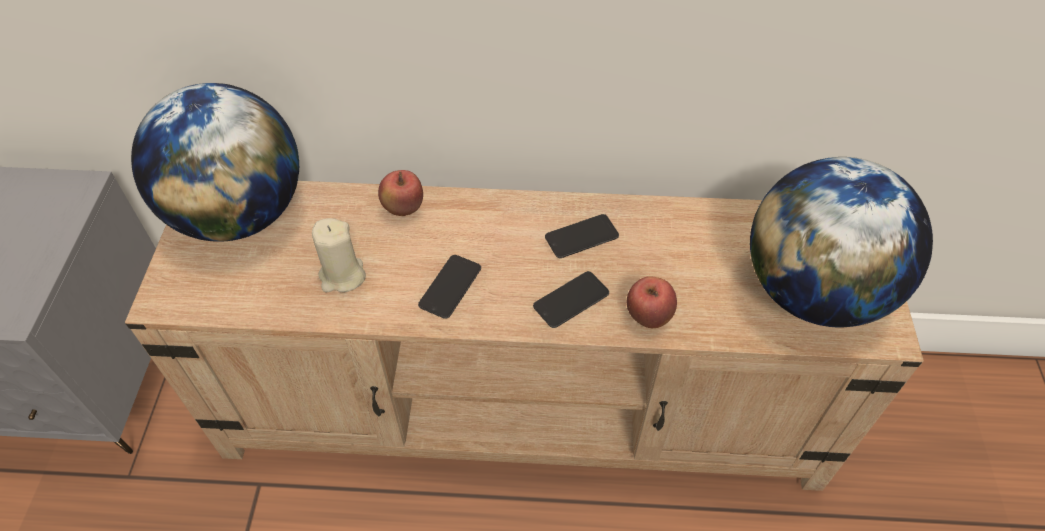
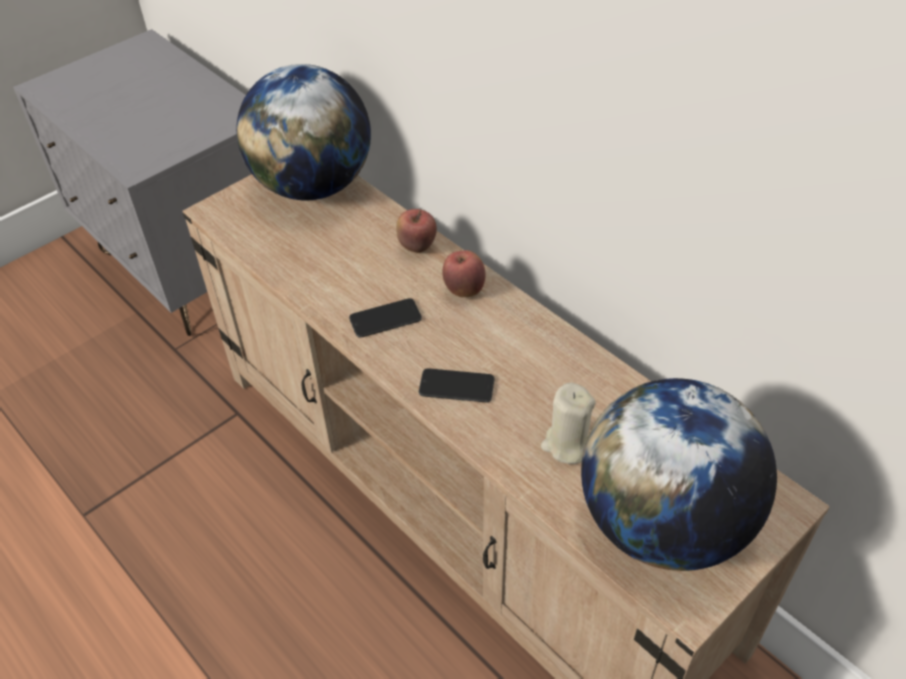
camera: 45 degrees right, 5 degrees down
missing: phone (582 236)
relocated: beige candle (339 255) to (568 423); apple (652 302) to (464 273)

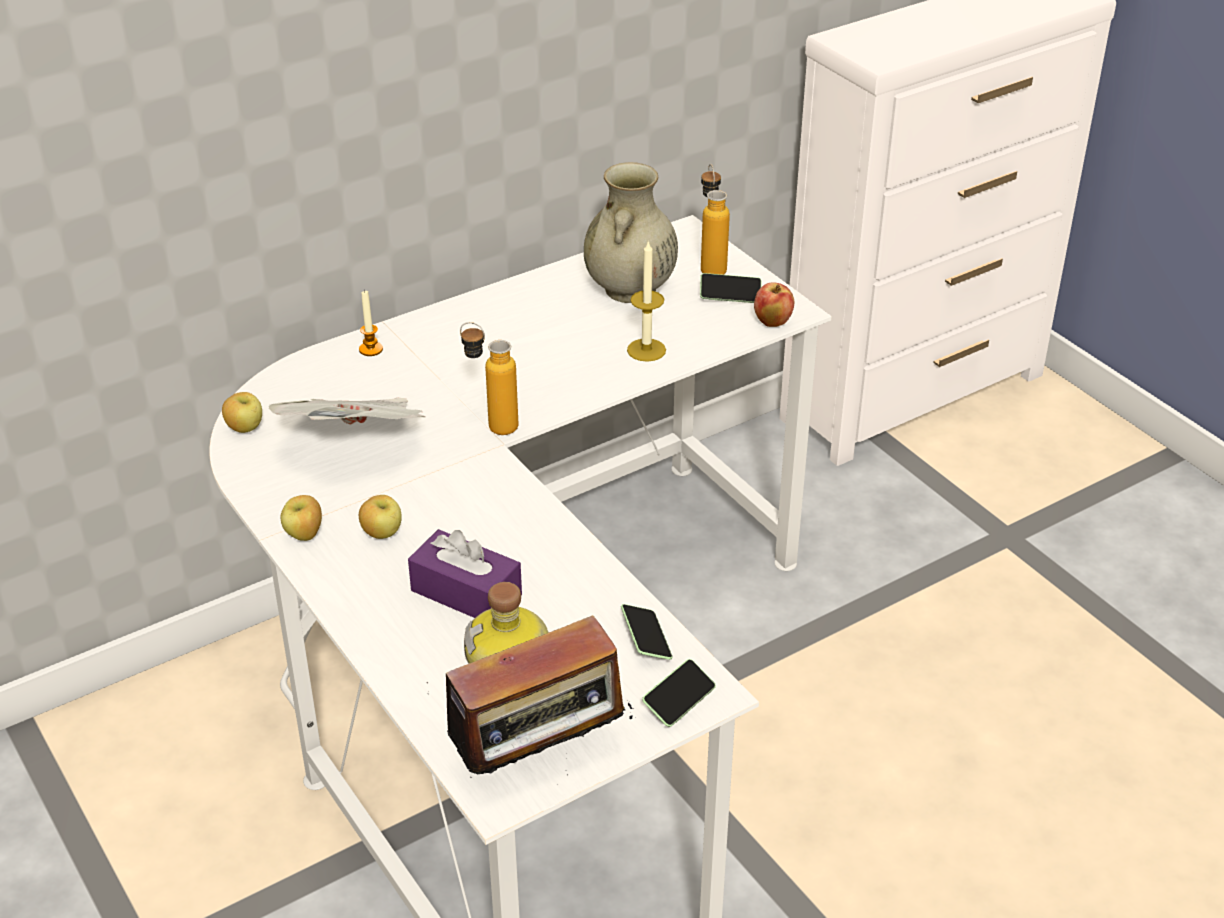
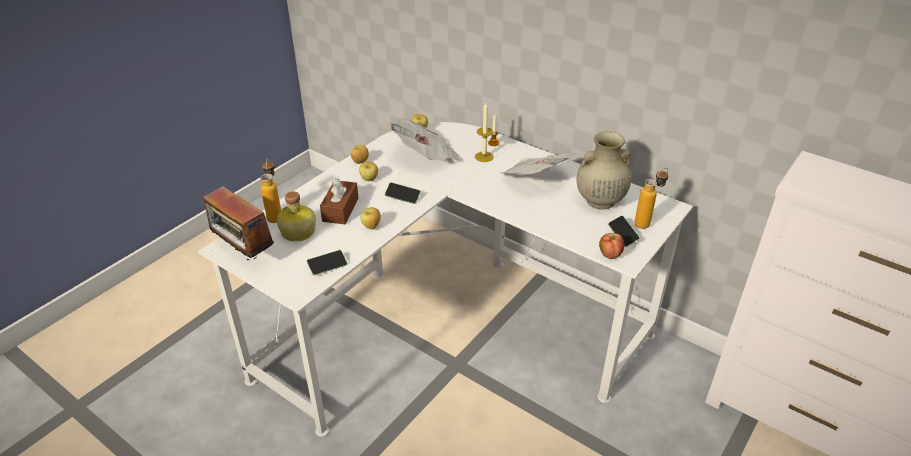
camera: 70 degrees right, 0 degrees up
appeared: apple (371 218); newspaper (538 164)
relocated: bottle (489 378) to (271 190); candle (646 301) to (484 132); phone (679 693) to (403 193)
colour: purple tissue box (465 573) to brown tissue box (339 200)

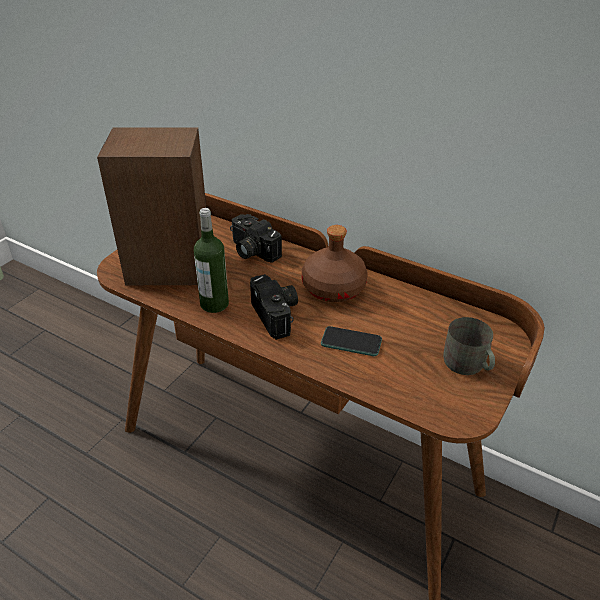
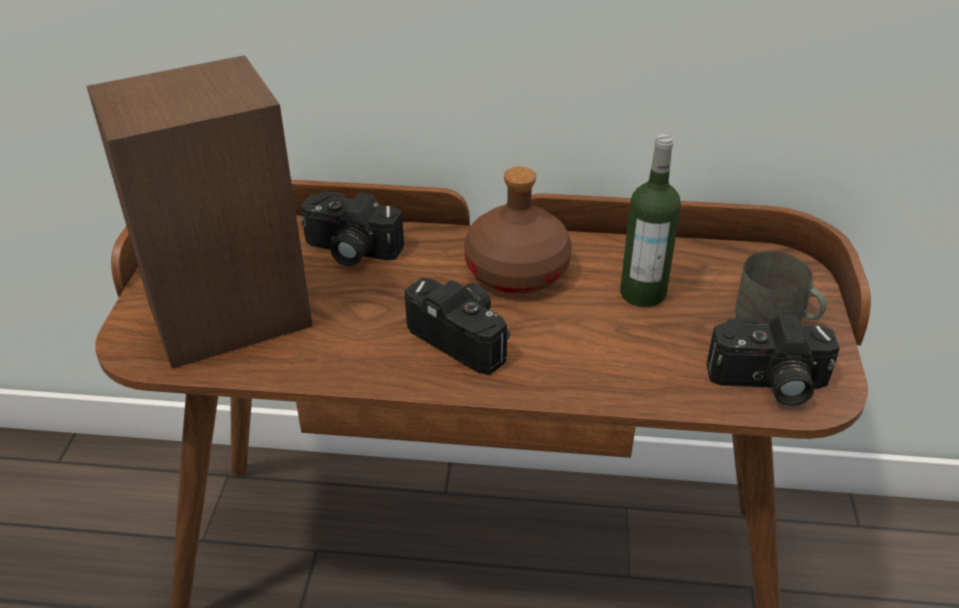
camera: 25 degrees left, 0 degrees up
missing: phone (351 341)
appeared: photo camera (773 360)
relocated: bottle (211 260) to (650 220)

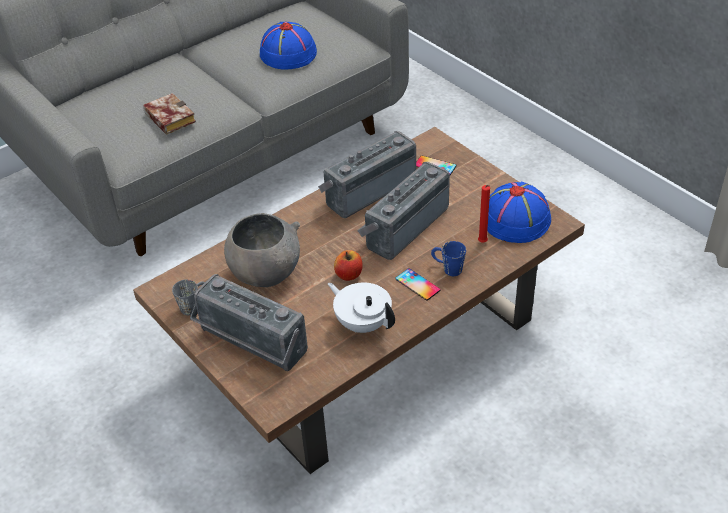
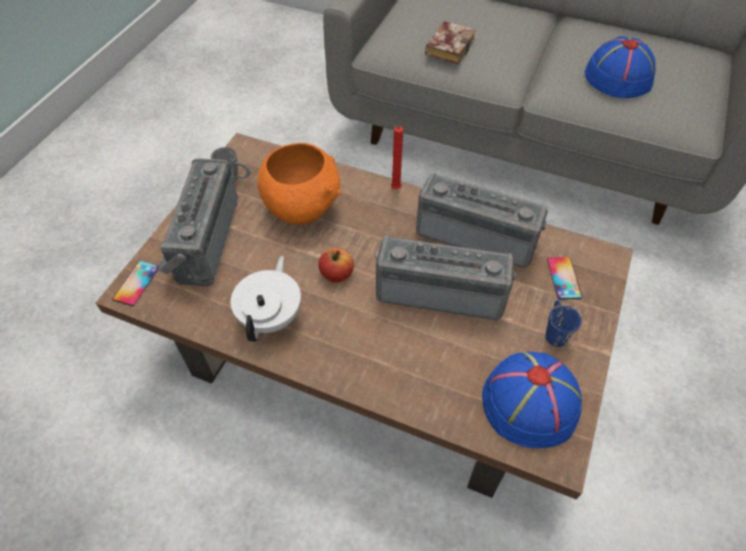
camera: 60 degrees right, 10 degrees up
relocated: phone (418 284) to (136 283); blue mug (448 258) to (563 323); red candle (484 214) to (397 157)
colour: grey bowl (262 250) to orange bowl (299 184)

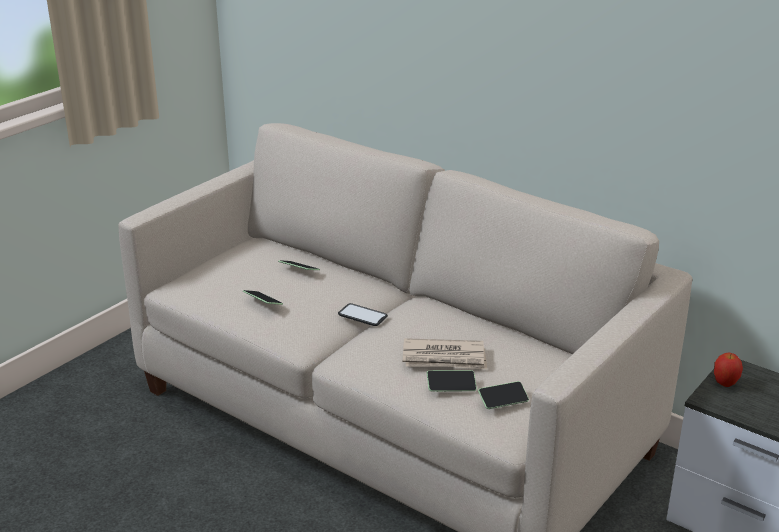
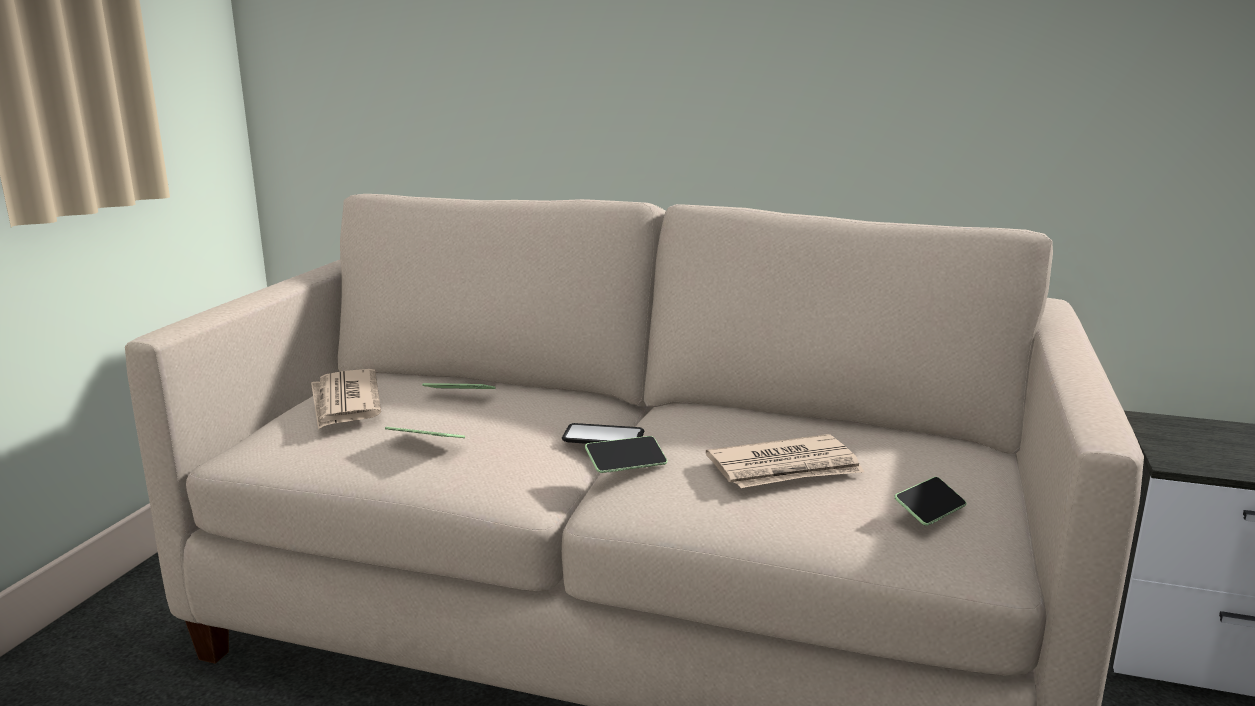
camera: 20 degrees left, 10 degrees down
missing: apple (728 369)
appeared: newspaper (346 399)
relocated: phone (452 381) to (626 454)

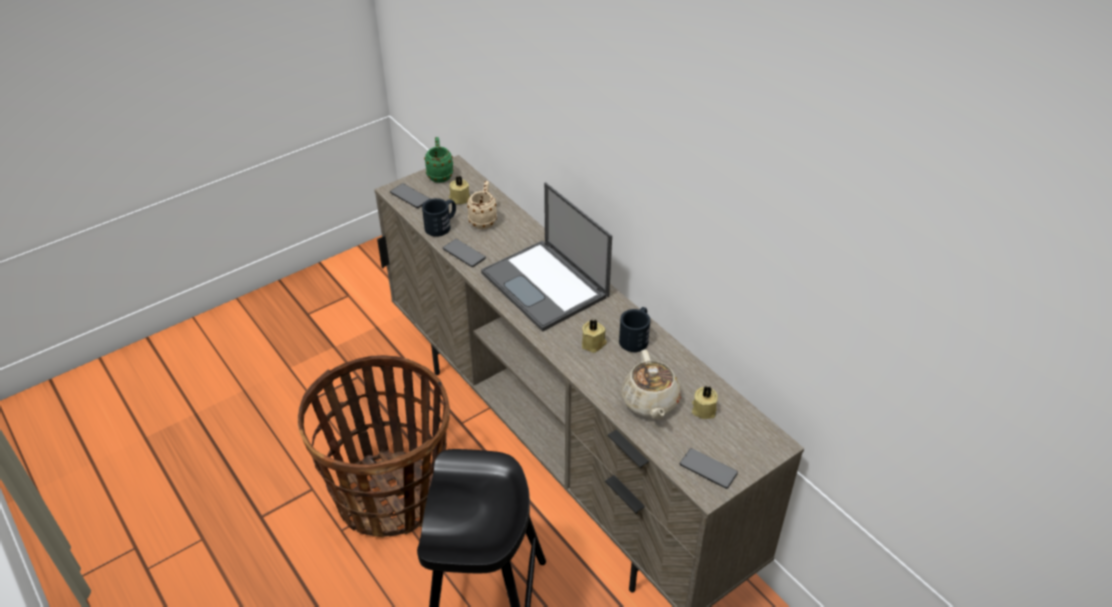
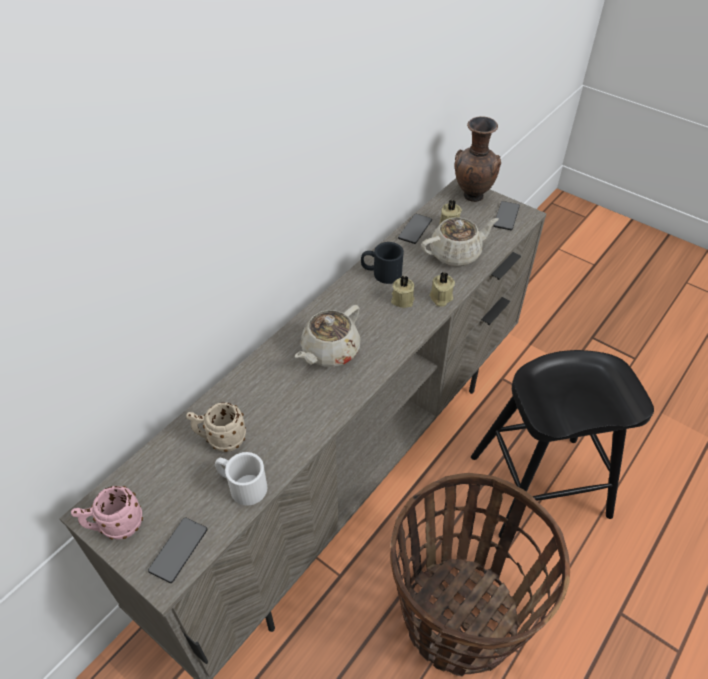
camera: 105 degrees left, 5 degrees up
appeared: brown vase (477 159)
relocated: phone (464 253) to (415 229); beige candle (459 190) to (442 289)
exchanged: laptop (546 257) to beige teapot (327 336)
colour: black mug (439 217) to white mug (241 479); green mug (438 160) to pink mug (107 513)

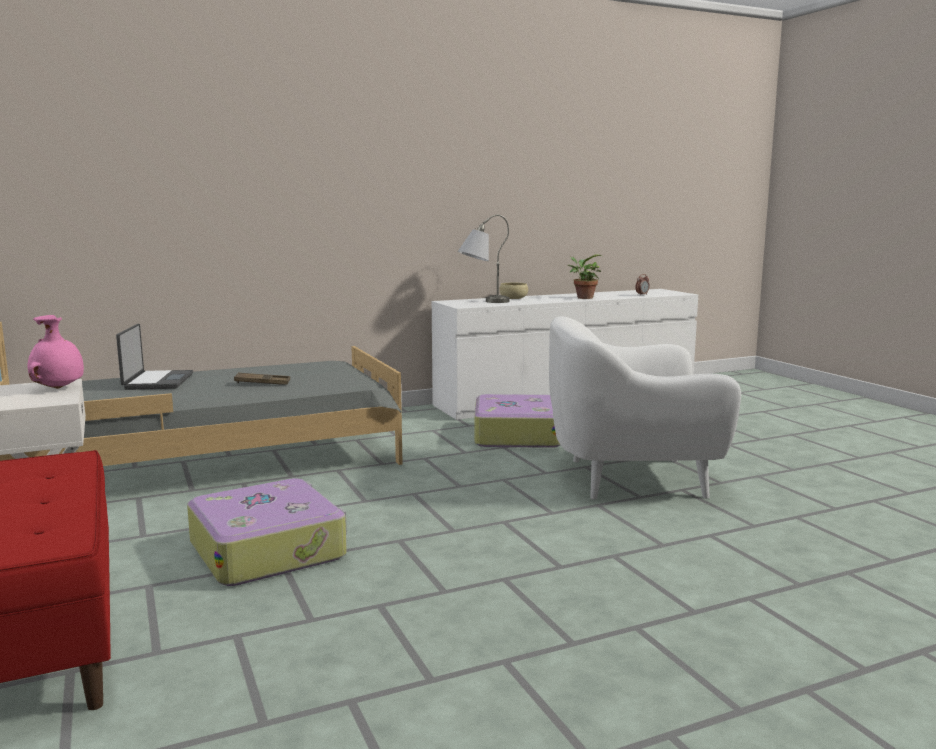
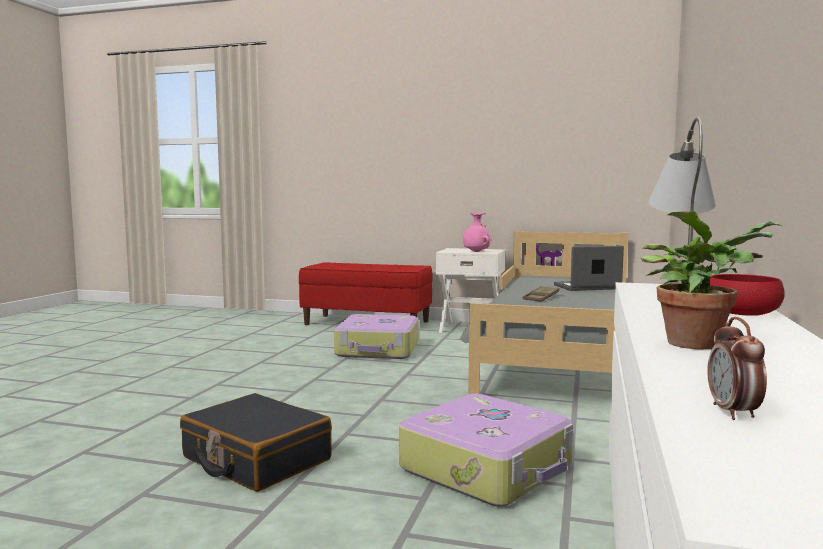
camera: 130 degrees right, 5 degrees down
exchanged: white armchair (645 408) to black suitcase (256 442)
colour: beige bowl (513 291) to red bowl (746 295)
spun: laptop (154 357) = (589 268) 135 degrees clockwise

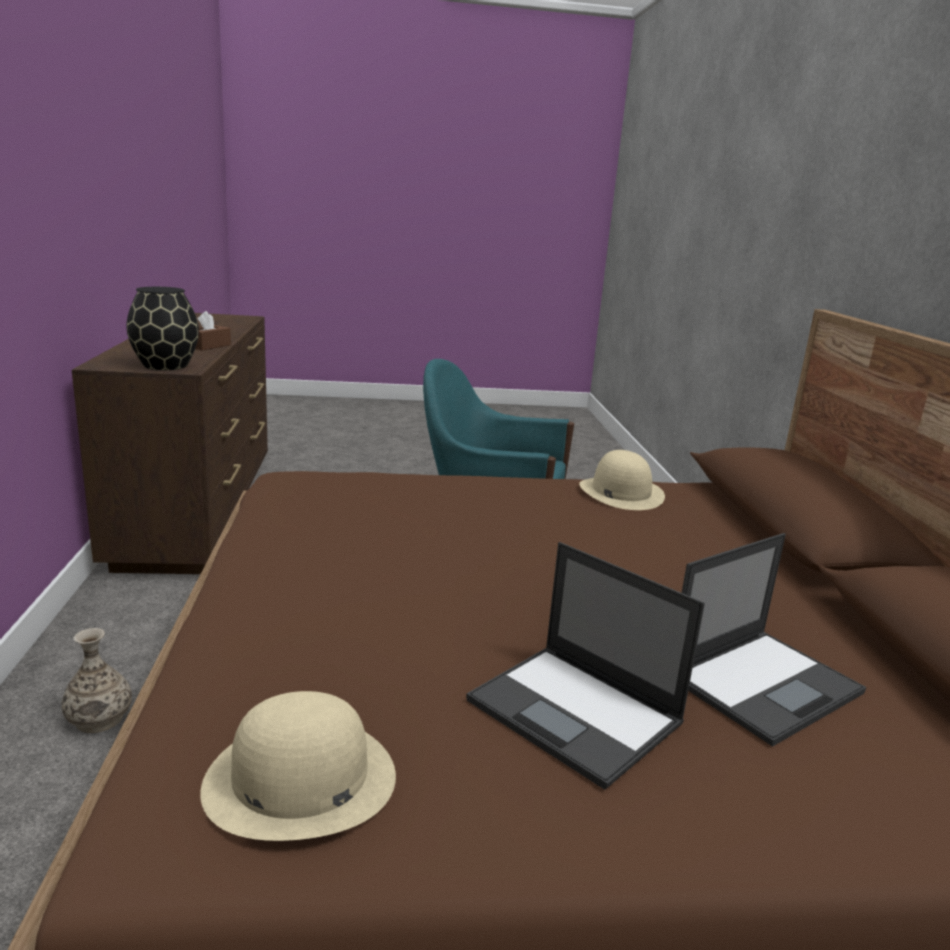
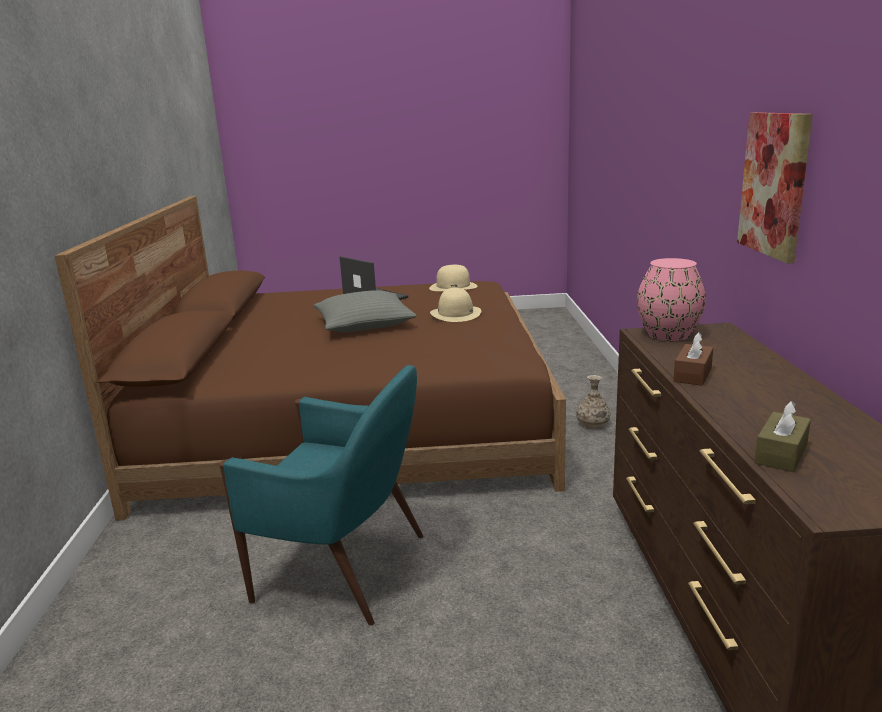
camera: 175 degrees left, 0 degrees up
missing: laptop (774 640)
appeared: grey pillow (365 311); picture (775 188); brown tissue box (782 436)
relocated: beige hat (622 480) to (455 305)
colour: black vase (162 328) to pink vase (671 299)

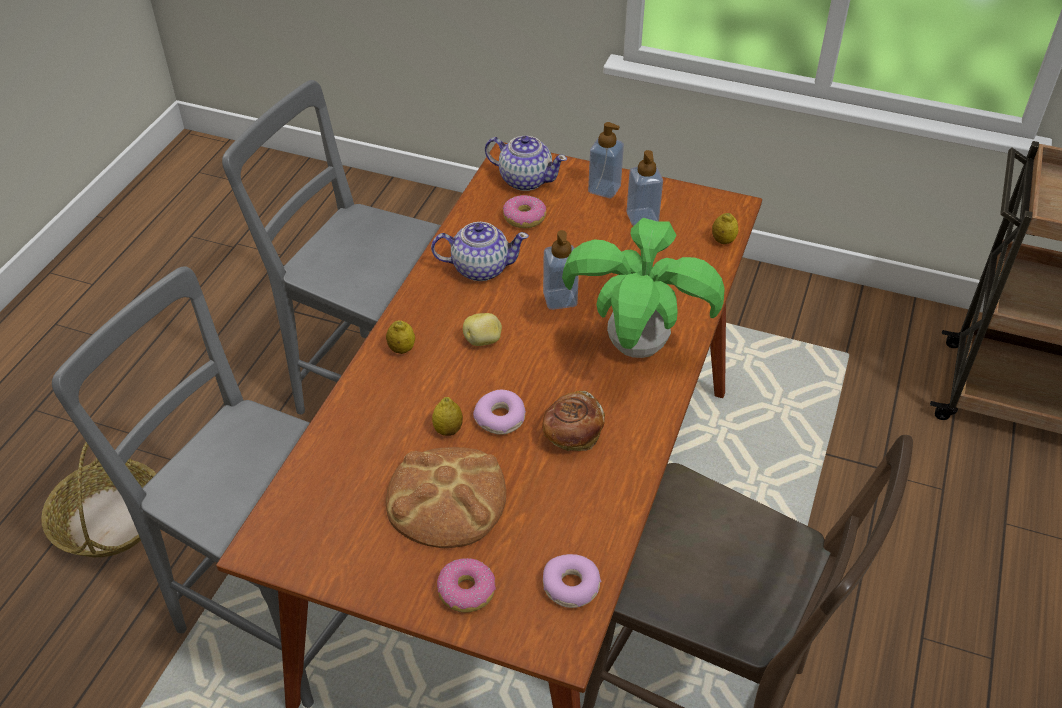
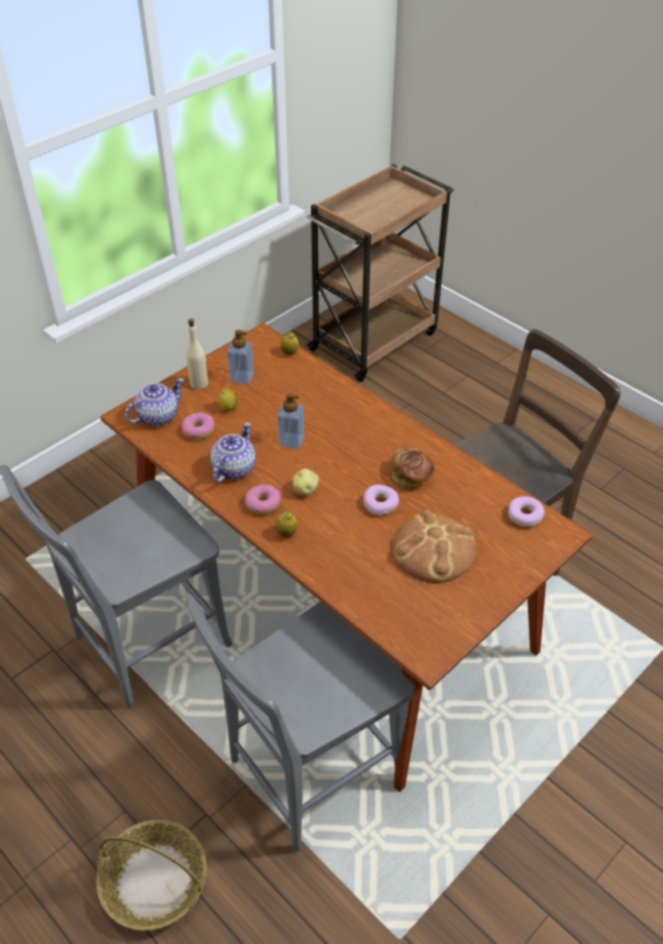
camera: 65 degrees left, 0 degrees up
missing: potted plant (643 288)
relocated: lemon (447 416) to (228 399); donut (466 585) to (263 500)
exchanged: soap dispenser (606 160) to beige bottle (197 354)

